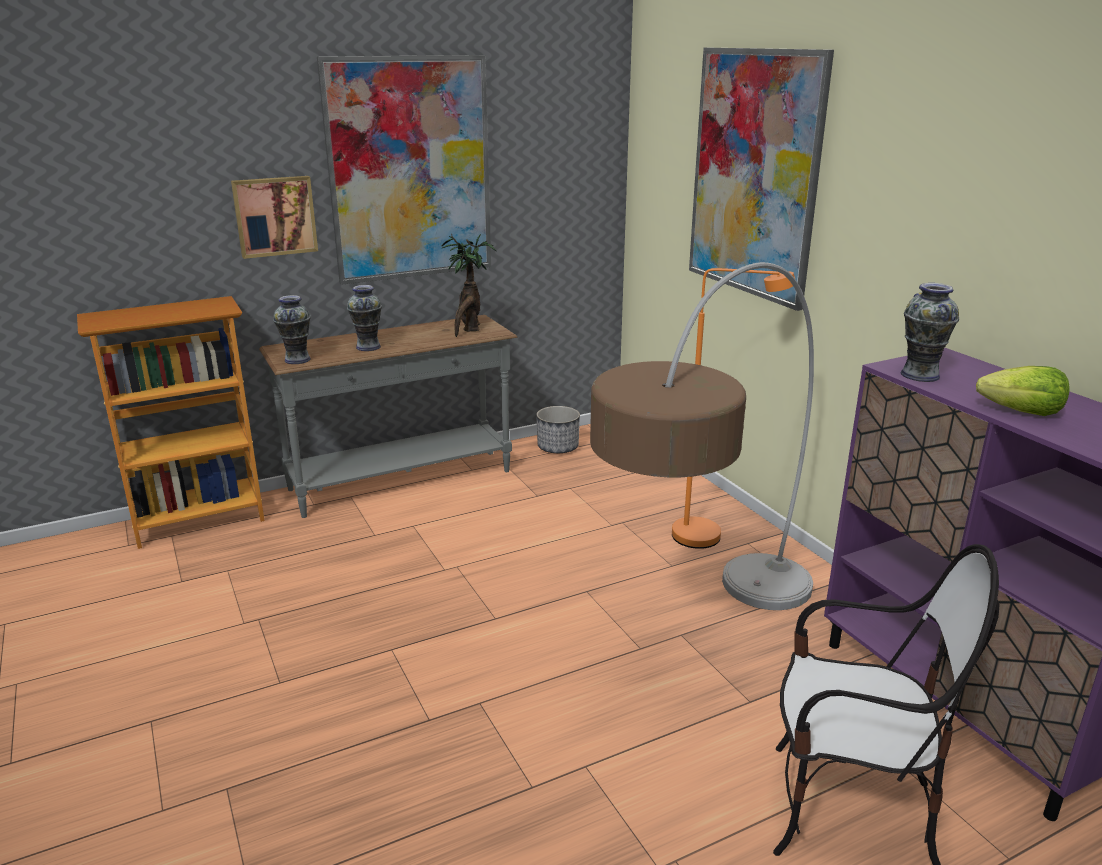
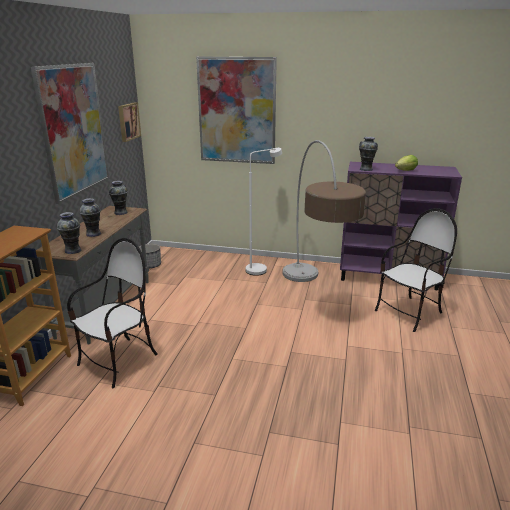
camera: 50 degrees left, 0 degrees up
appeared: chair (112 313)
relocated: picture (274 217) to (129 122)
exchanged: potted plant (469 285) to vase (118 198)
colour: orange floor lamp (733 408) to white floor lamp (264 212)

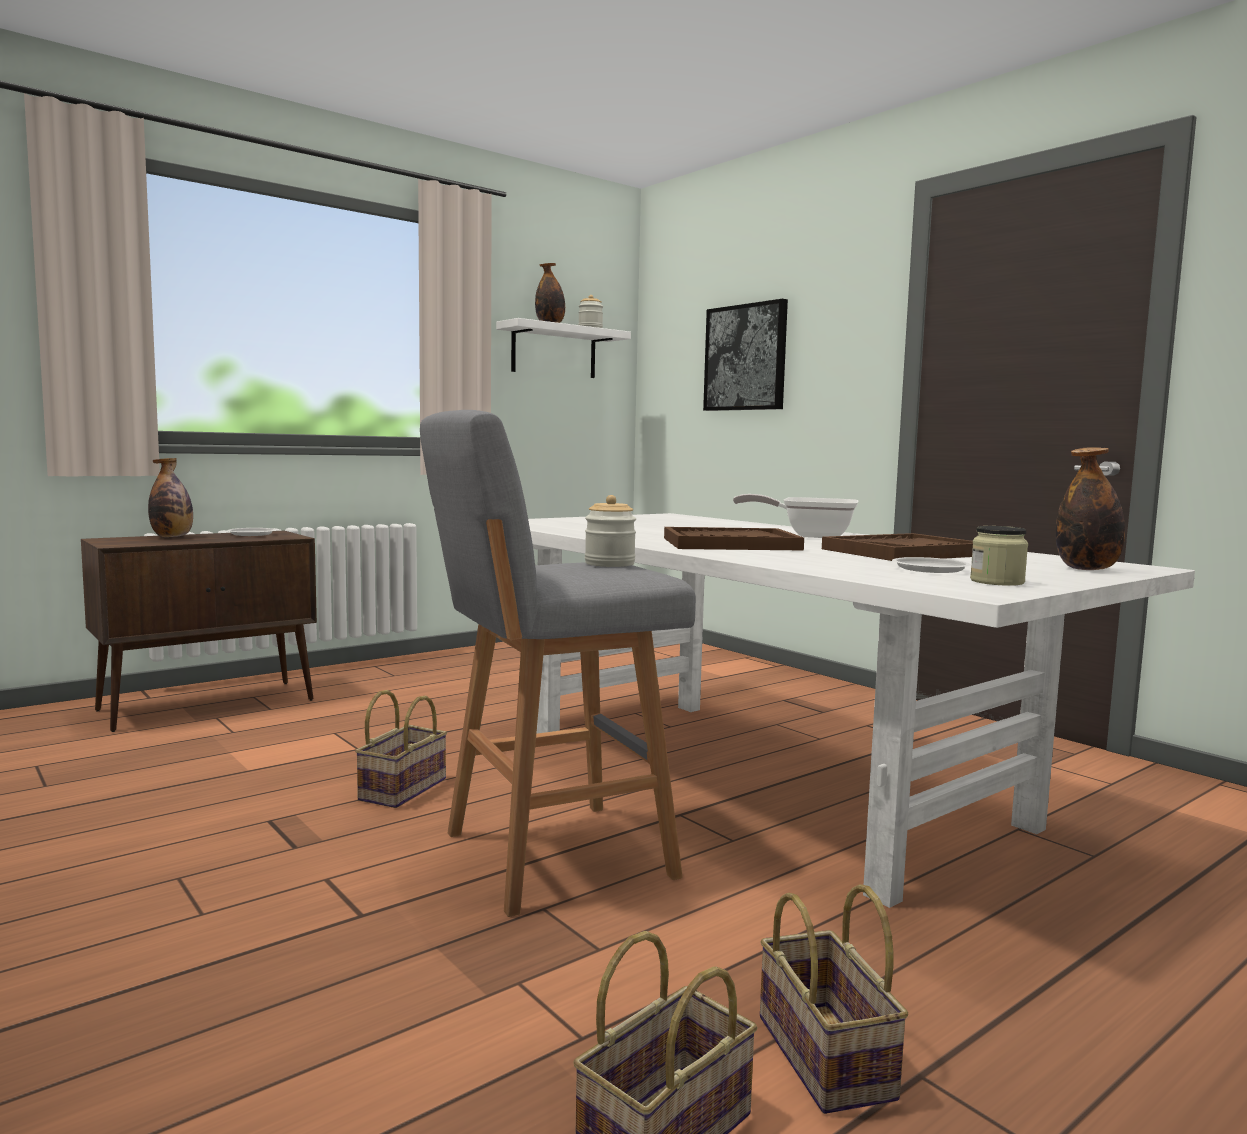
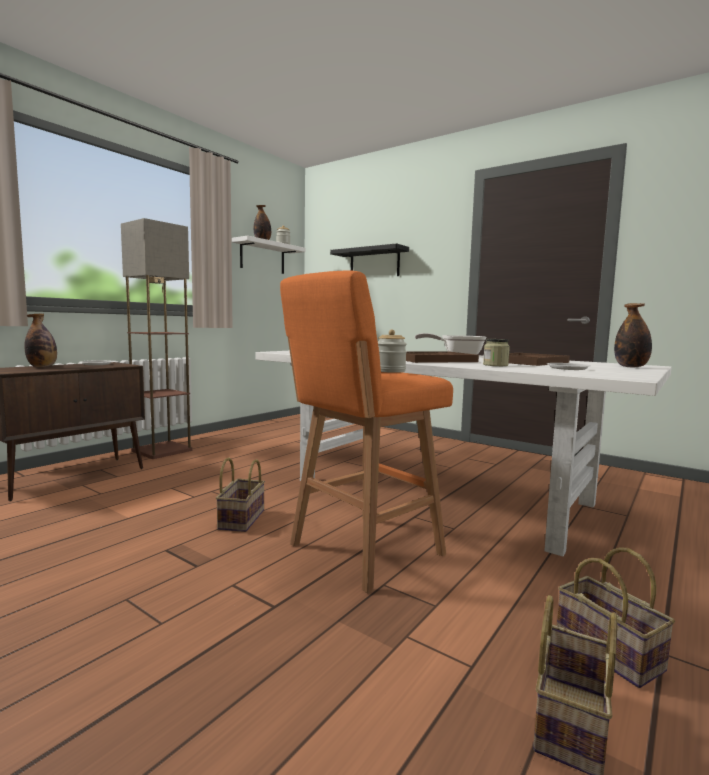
camera: 15 degrees left, 0 degrees up
appeared: floor lamp (156 338)
relocated: jar (999 556) to (496 352)
exchanged: picture (745 355) to black shelf (369 259)
colour: grey stool (558 663) to orange stool (366 431)

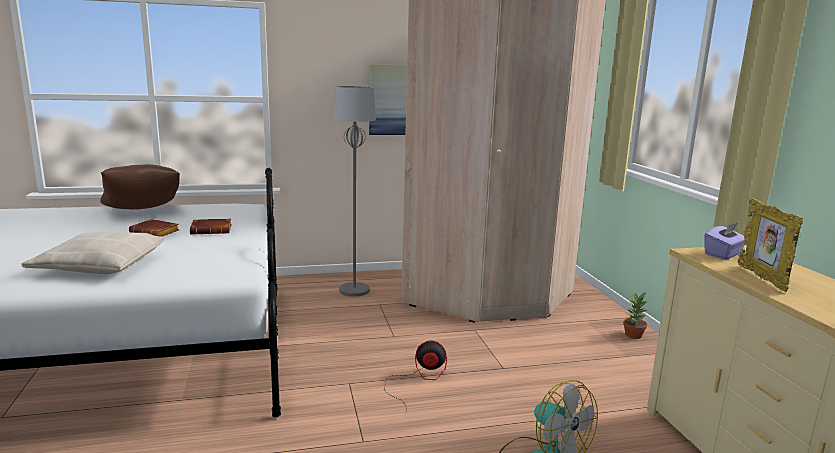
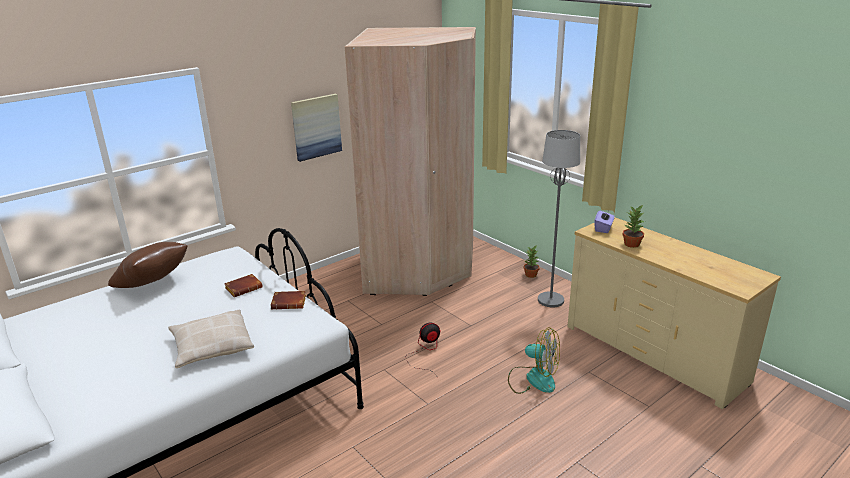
camera: 25 degrees left, 10 degrees up
relocated: brown book (154 228) to (288 300); grey floor lamp (354 191) to (559 218)
exchanged: picture frame (770 245) to potted plant (633 226)

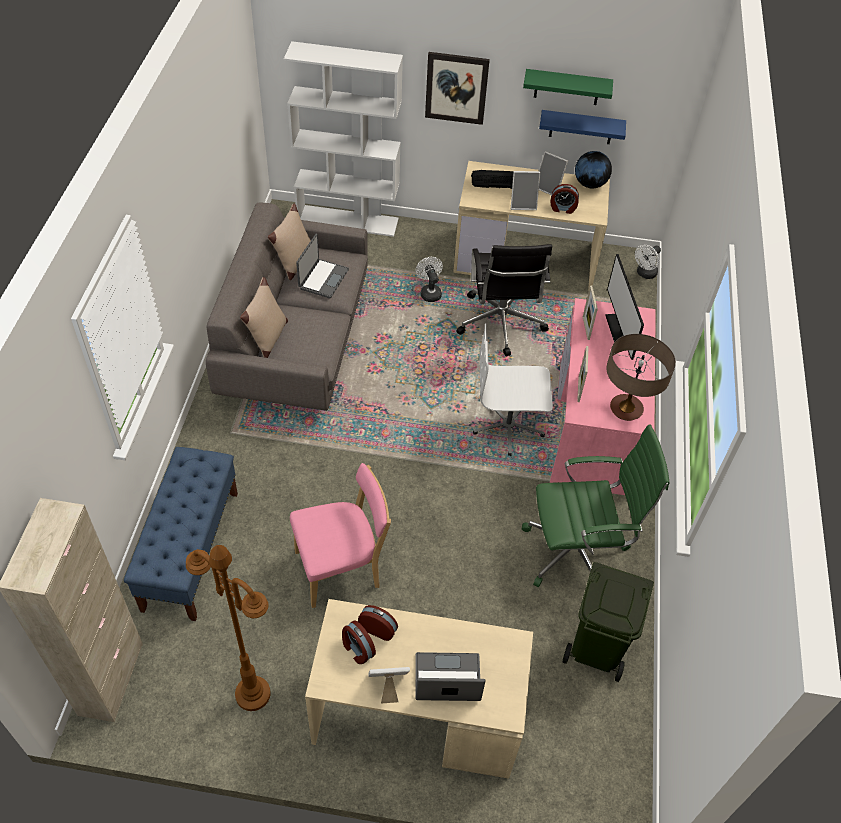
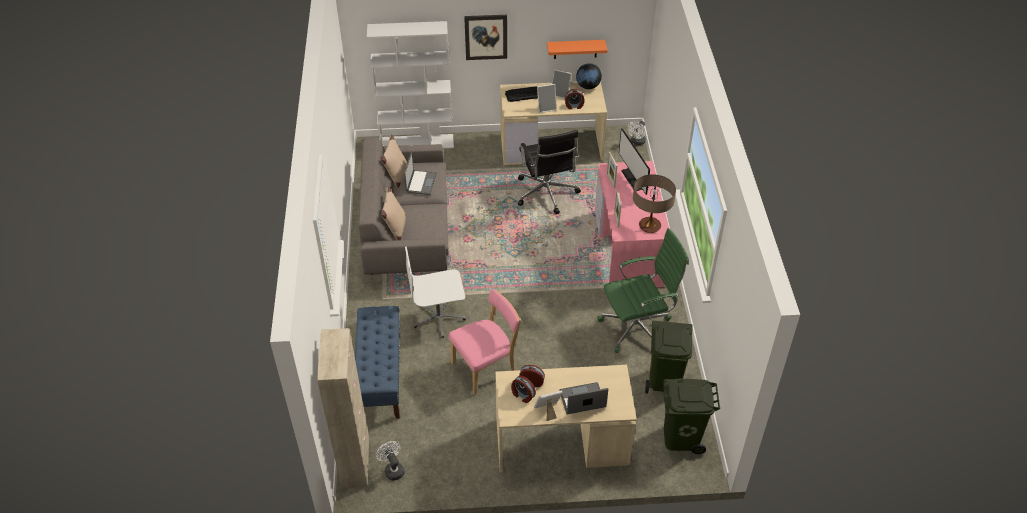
camera: 10 degrees left, 5 degrees down
missing: brown floor lamp (228 628); green shelf (568 87)
appeared: green trash can (691 416)
relocated: white fan (429 279) to (390 461); white office chair (513 390) to (435 292)
colour: blue shelf (582 127) to orange shelf (577 49)

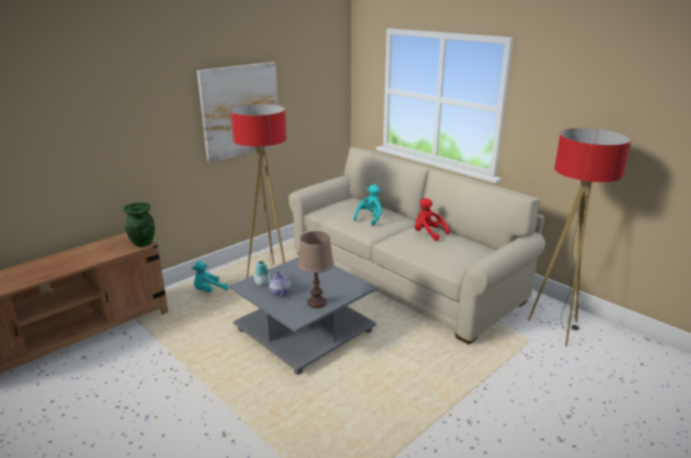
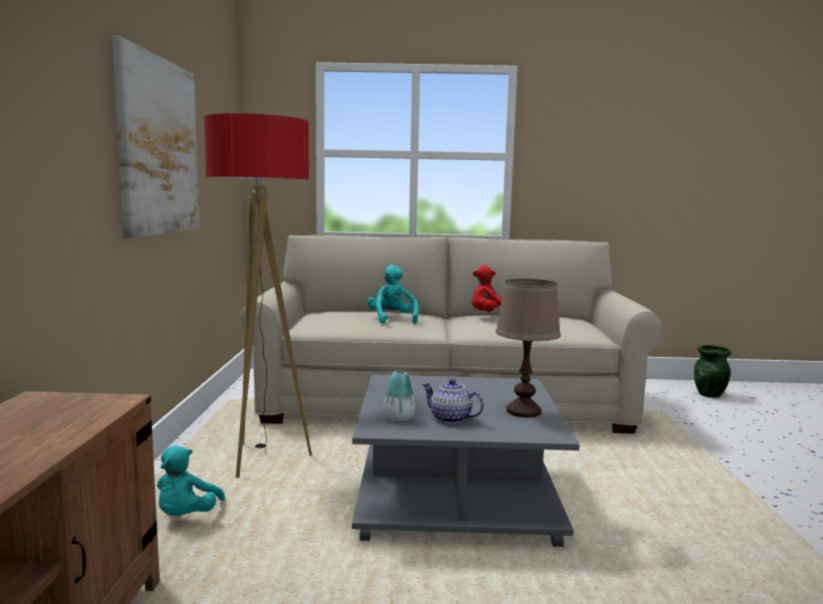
camera: 45 degrees left, 15 degrees down
missing: floor lamp (579 237)
relocated: green vase (139 224) to (712 371)

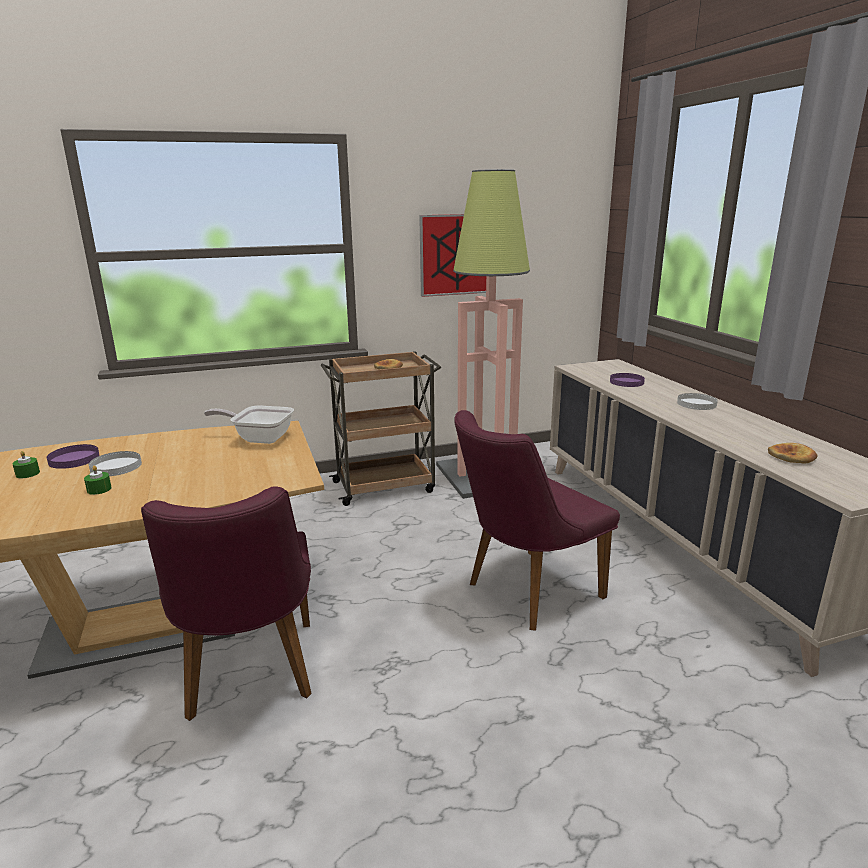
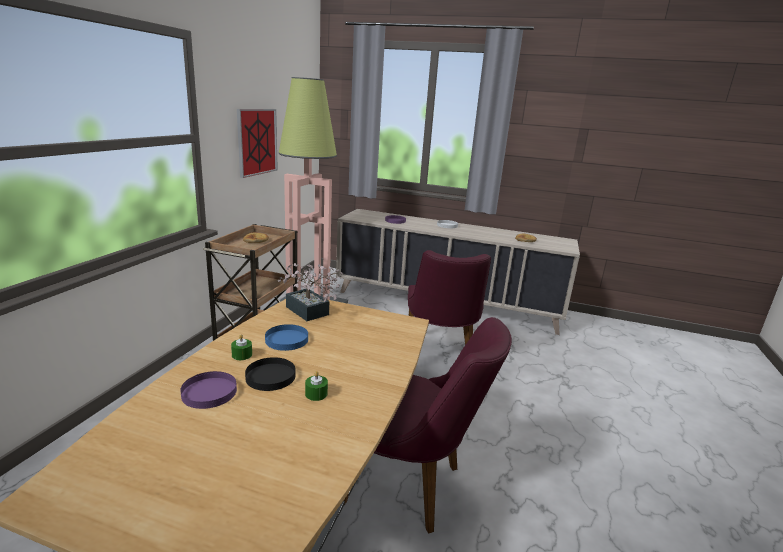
camera: 55 degrees left, 0 degrees up
appeared: blue plate (286 337)
relocated: green candle (26 464) to (241 347)
exchanged: frying pan (249 425) to potted plant (310 292)
colour: white plate (115 463) to black plate (270 374)

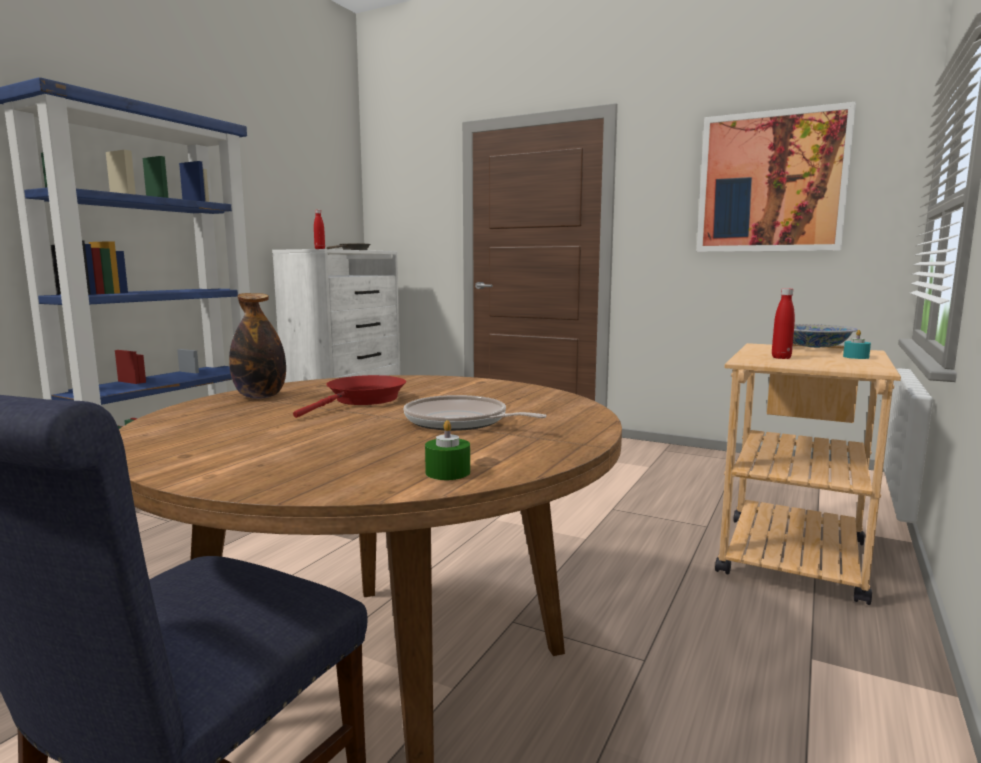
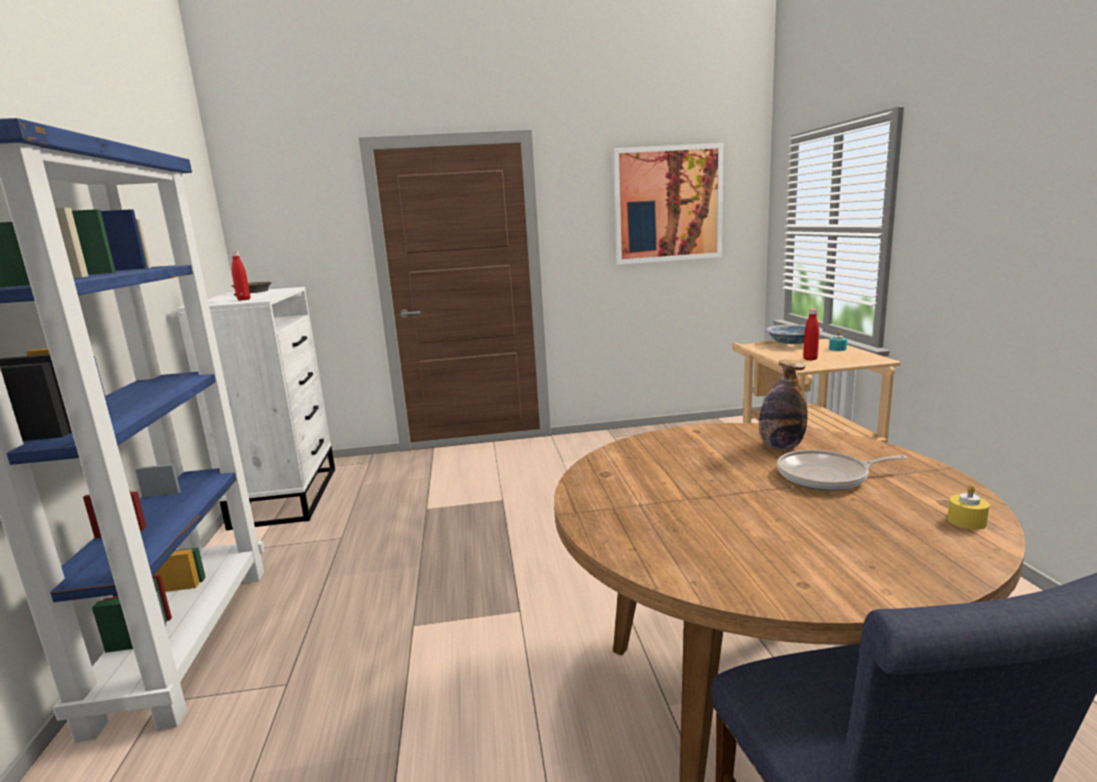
camera: 35 degrees left, 5 degrees up
missing: red frying pan (349 396)
relocated: bottle (257 346) to (783 405)
colour: green candle (447 450) to yellow candle (968 507)

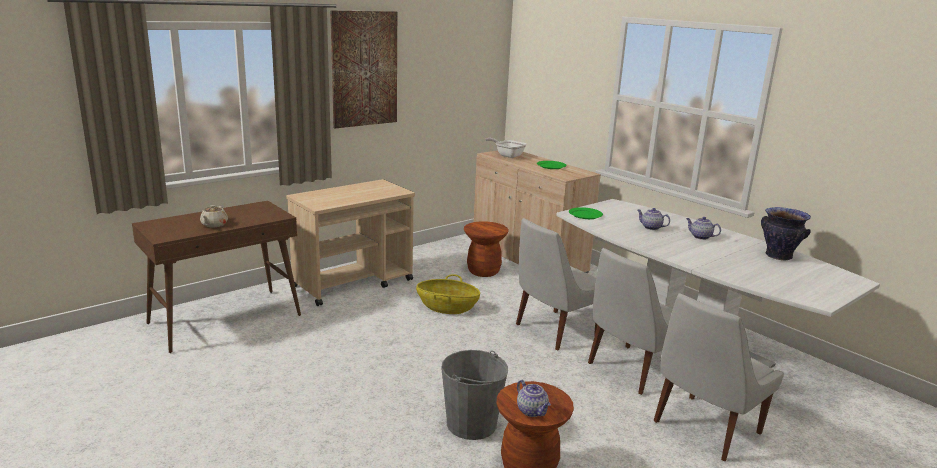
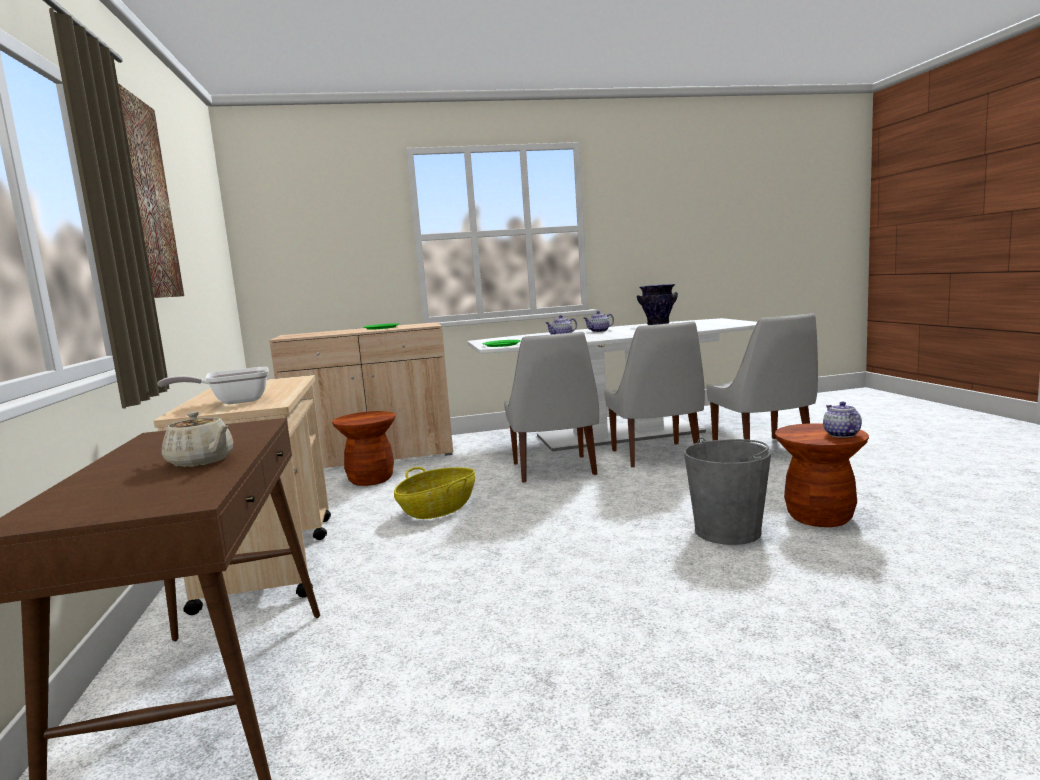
camera: 60 degrees left, 10 degrees down
relocated: frying pan (506 148) to (213 385)
spun: teapot (534 398) = (842 420) 90 degrees counterclockwise

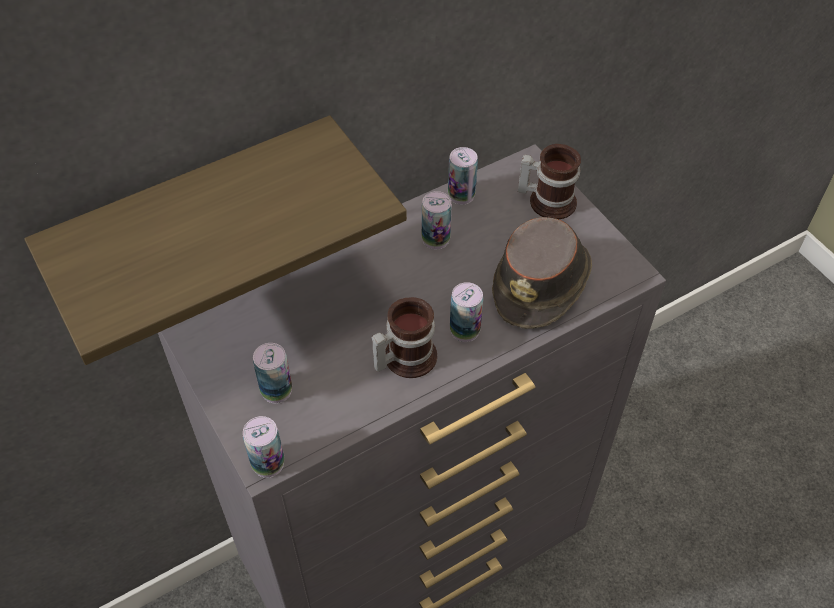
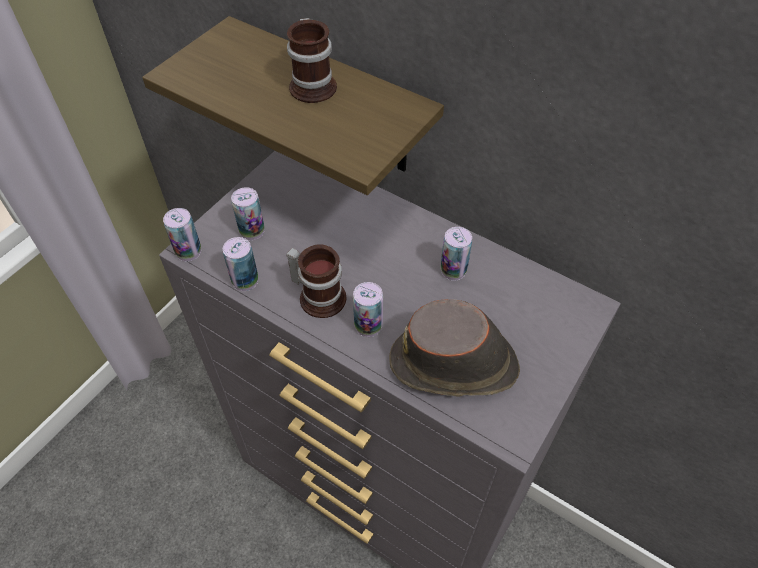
camera: 65 degrees right, 0 degrees up
relocated: can (463 176) to (240 264); mug (549 182) to (312 60)

